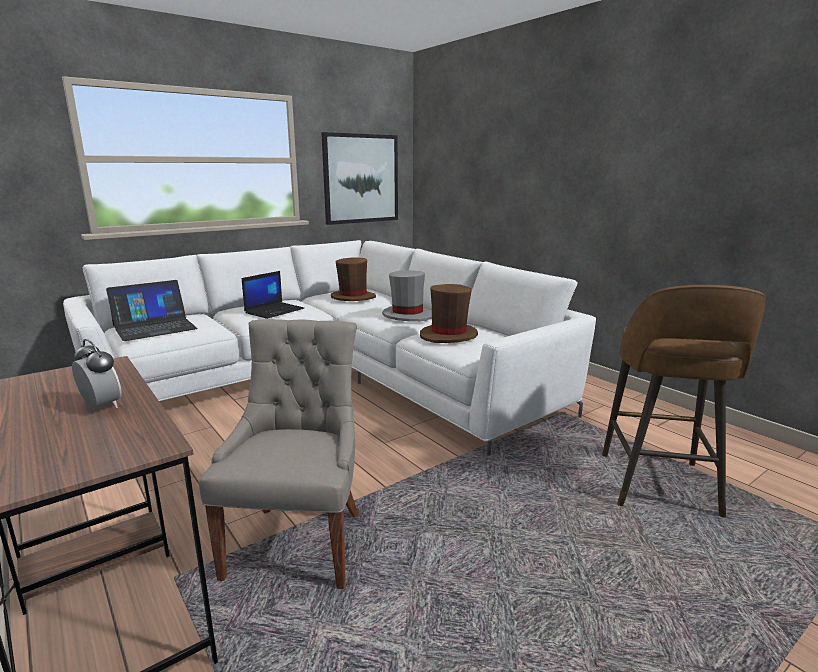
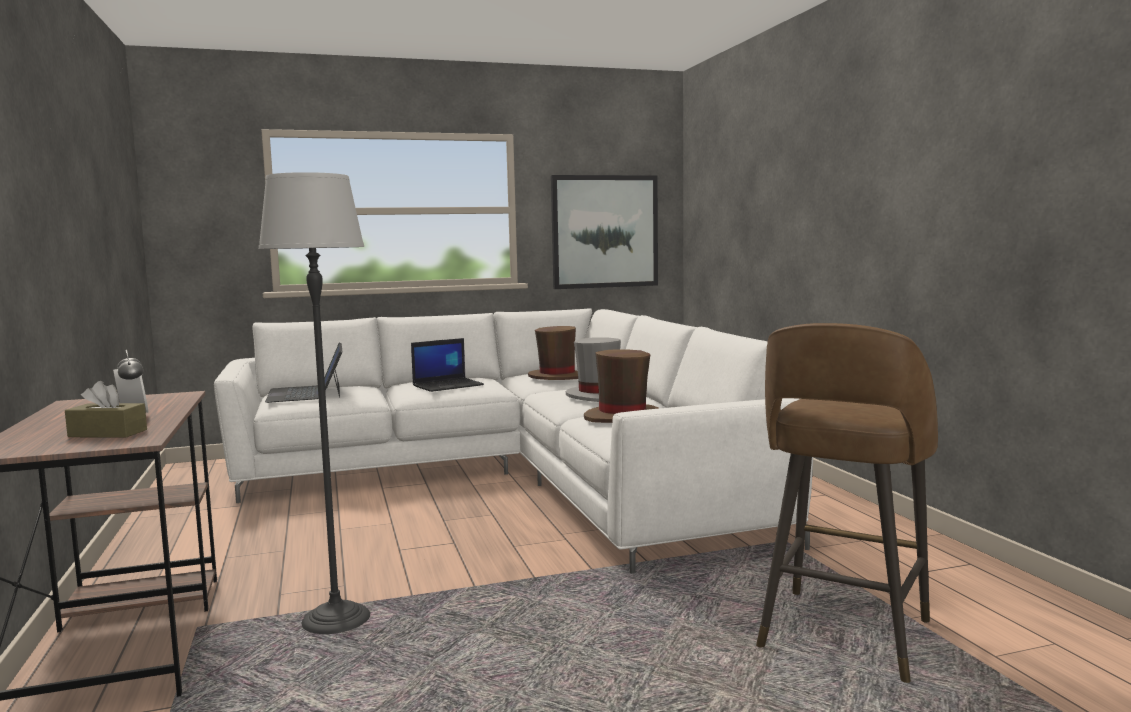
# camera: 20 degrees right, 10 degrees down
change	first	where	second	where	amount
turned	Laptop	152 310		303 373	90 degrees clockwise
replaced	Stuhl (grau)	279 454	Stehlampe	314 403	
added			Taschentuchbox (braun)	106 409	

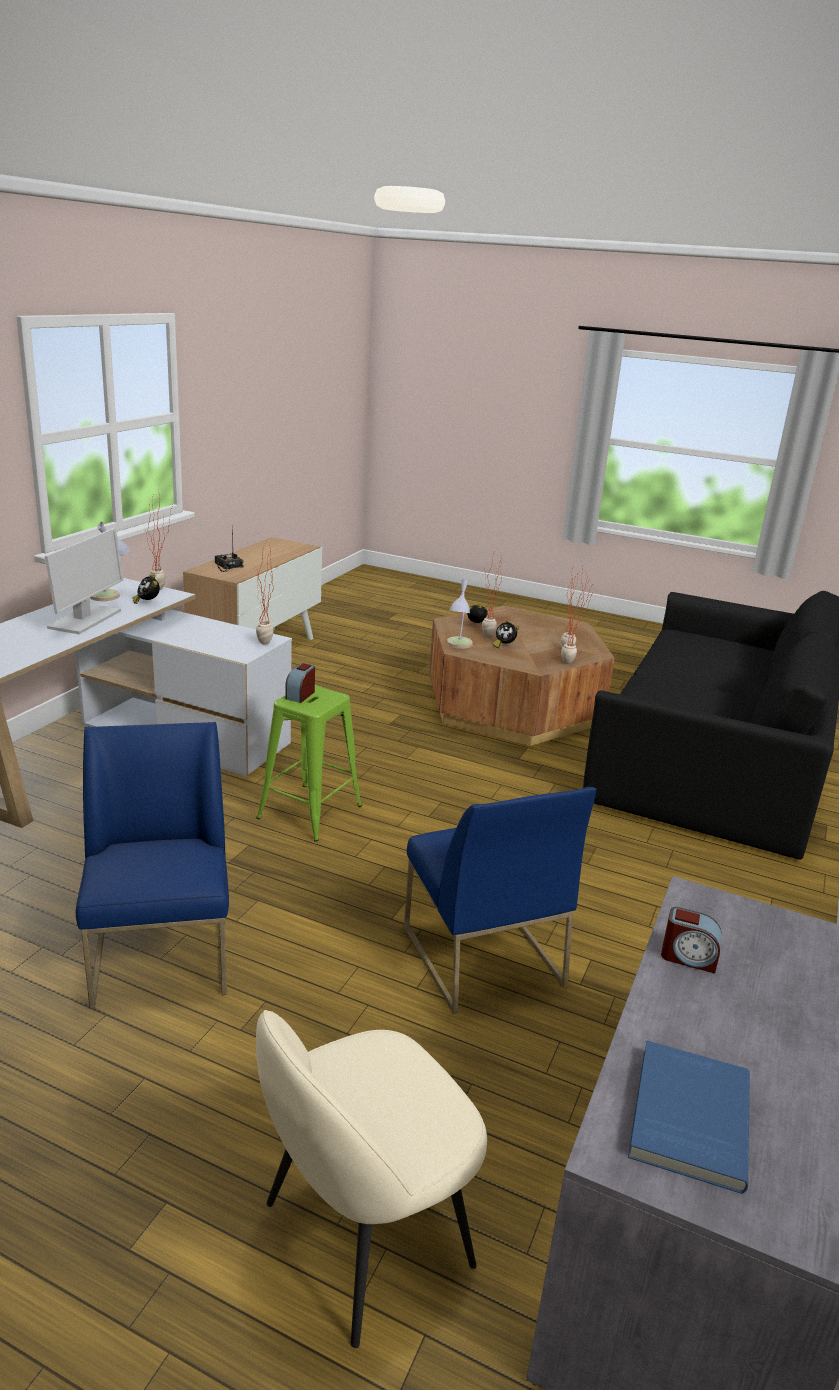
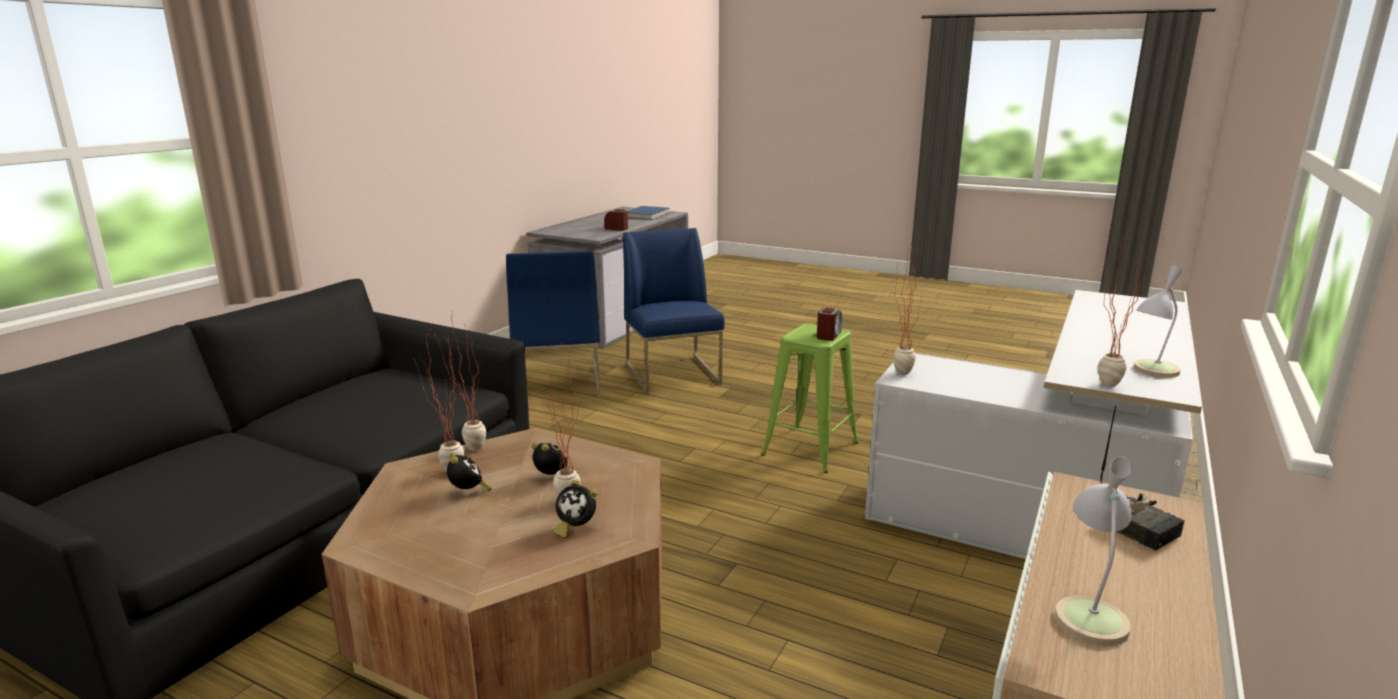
# camera: 175 degrees left, 5 degrees down
change	first	where	second	where	amount
removed	Monitor	84 581			
moved	Stuhl (blau)	152 865		553 324	
moved	Wecker	146 589		469 472	
removed	Stuhl (beige)	371 1179			
moved	Tischlampe	460 614		1093 551	

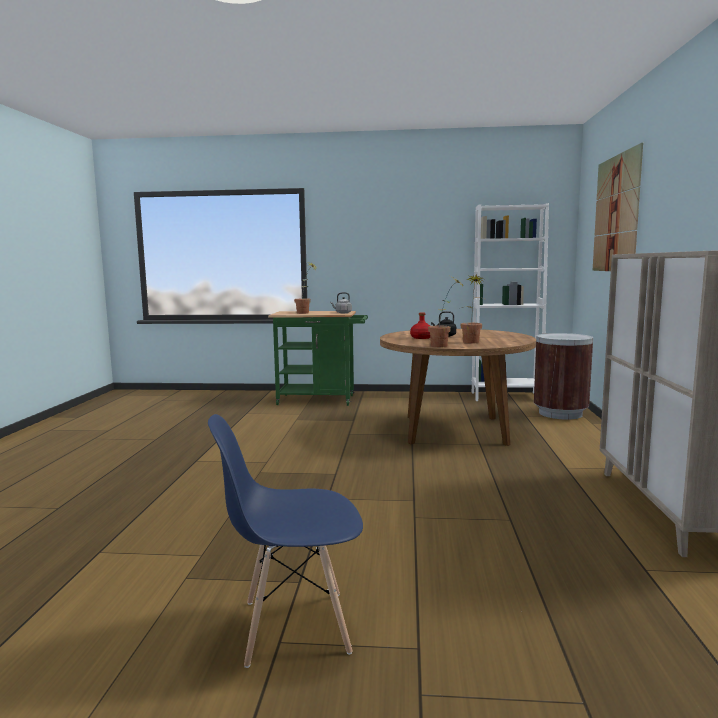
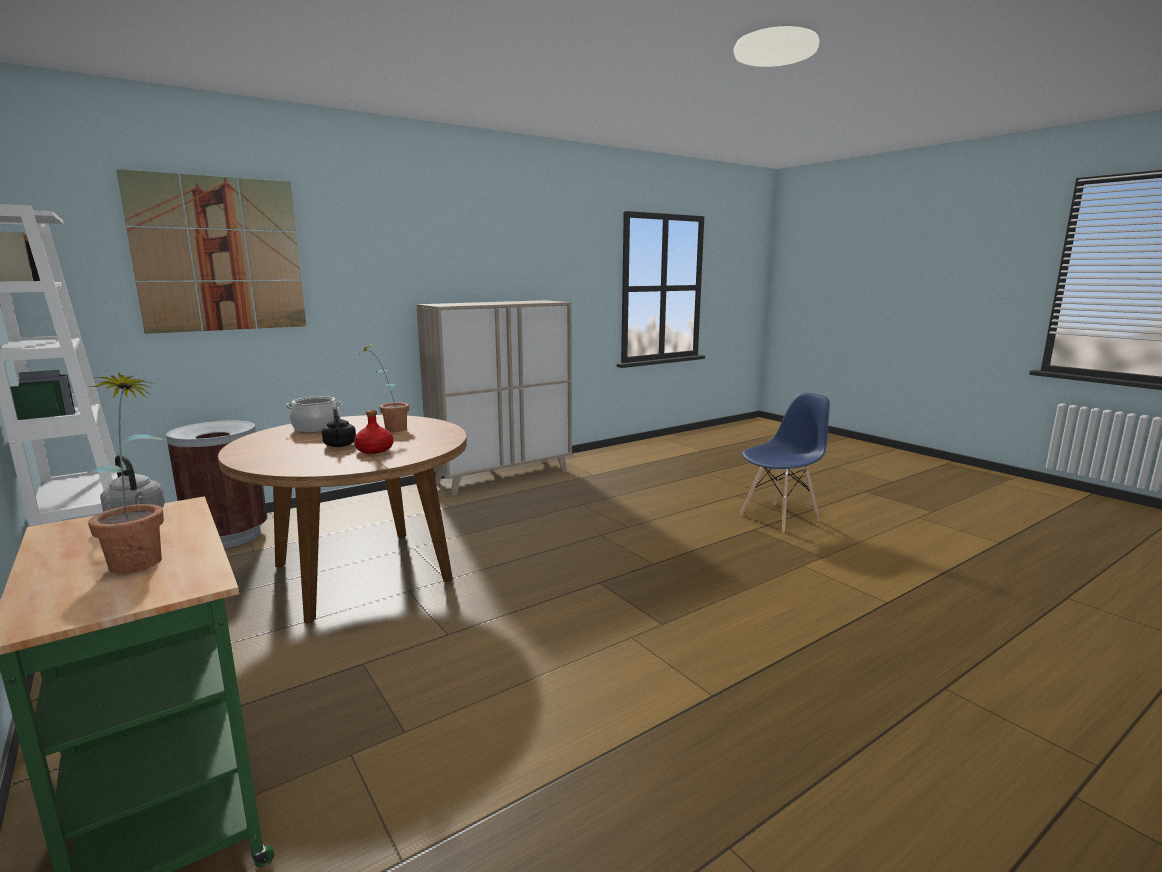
# camera: 130 degrees left, 5 degrees up
change	first	where	second	where	amount
turned	Stuhl (blau)	285 541		785 463	75 degrees counterclockwise
removed	Topfpflanze	445 312			
added			Kochtopf	314 414	

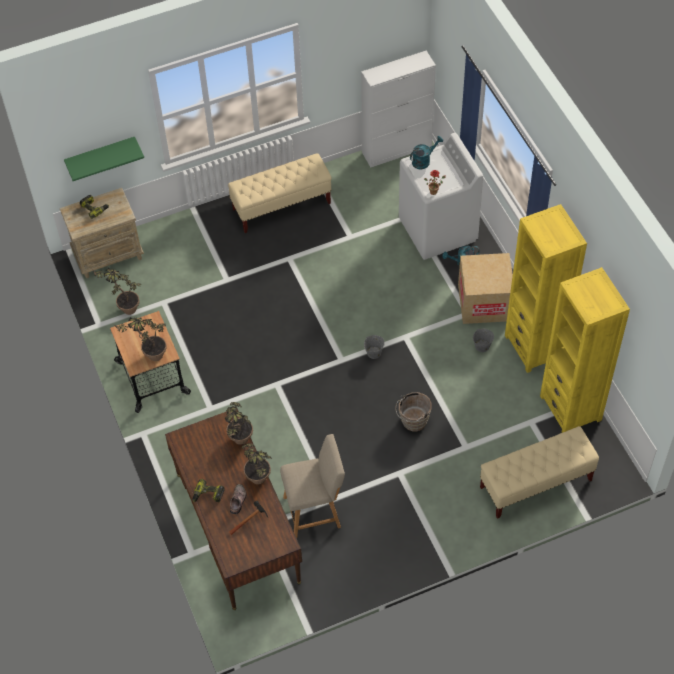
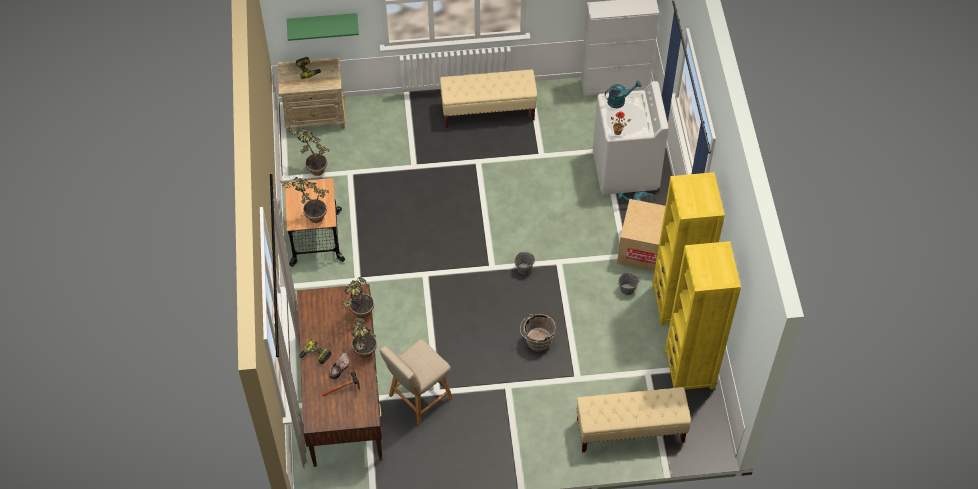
# camera: 15 degrees right, 0 degrees up
change	first	where	second	where	amount
turned	Stuhl (beige)	312 486		416 382	135 degrees clockwise

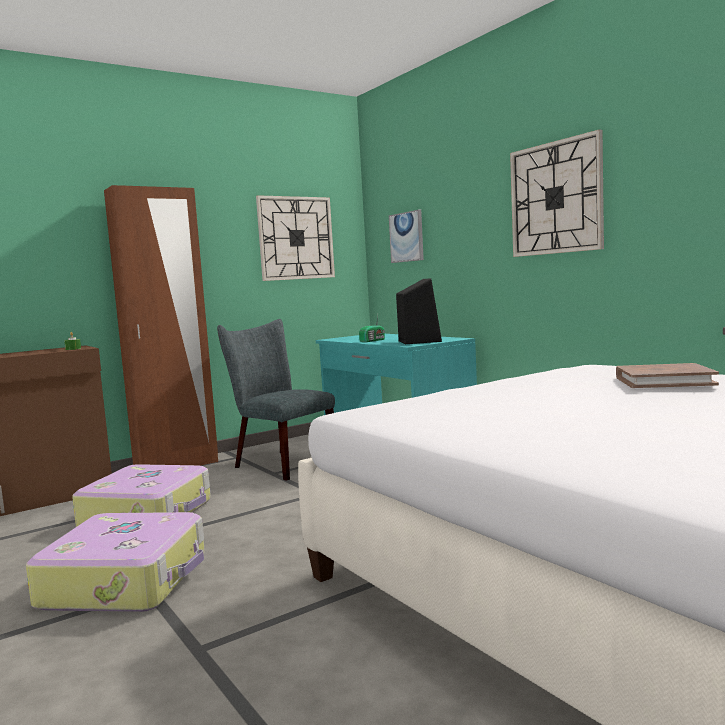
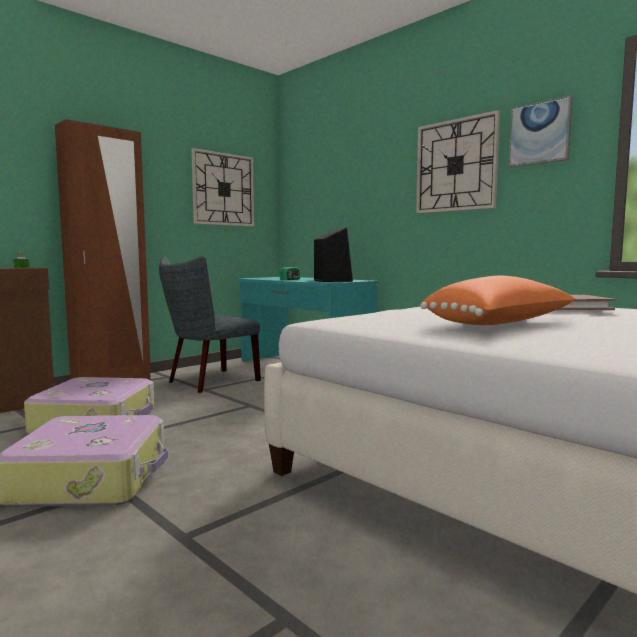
# camera: 10 degrees left, 0 degrees up
change	first	where	second	where	amount
turned	Stuhl (grau)	276 400		210 324	75 degrees counterclockwise
moved	Bild	406 236		540 131	
added			Kissen (orange)	498 300	

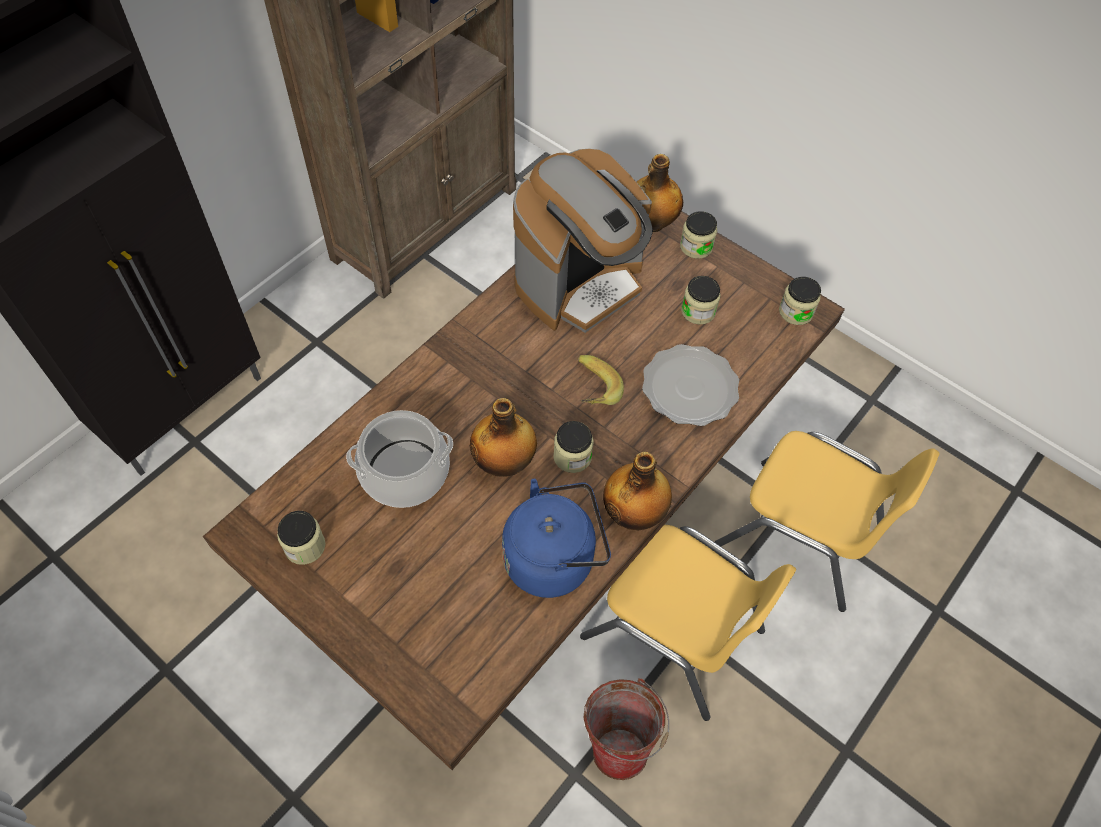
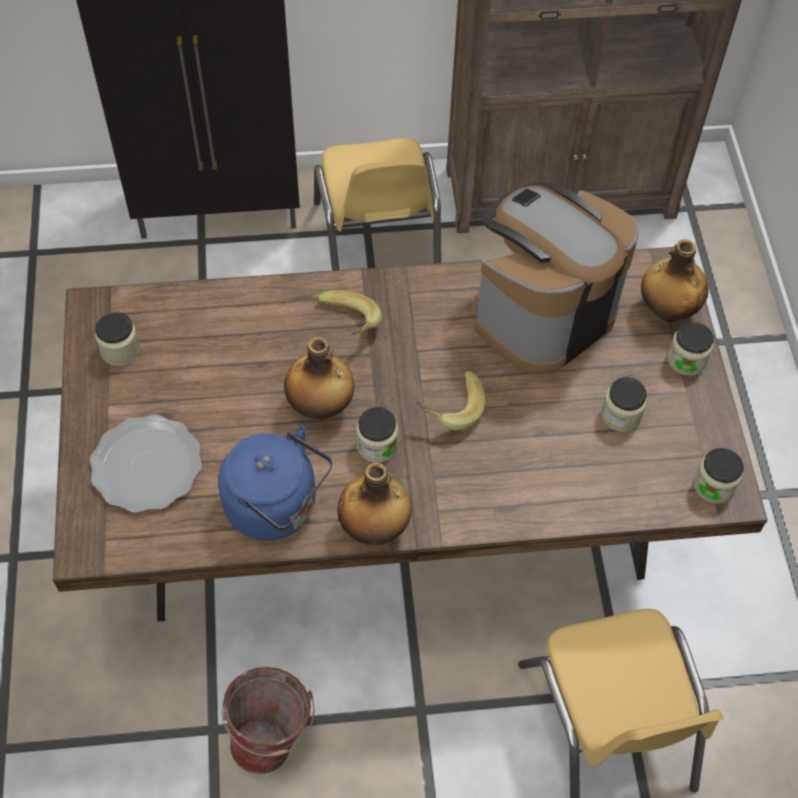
# camera: 45 degrees right, 0 degrees up
change	first	where	second	where	amount
removed	Kochtopf	399 459			
turned	Kaffeemaschine	583 241		556 278	135 degrees clockwise
moved	Stuhl (gelb)	688 623		377 204	
moved	Teller	690 385		146 464	
added			Banane	349 312	

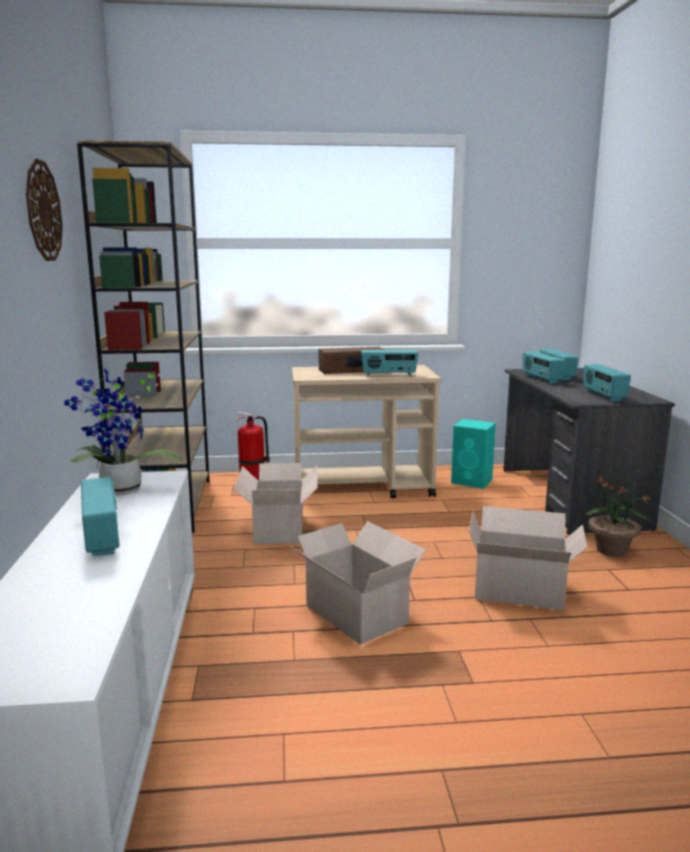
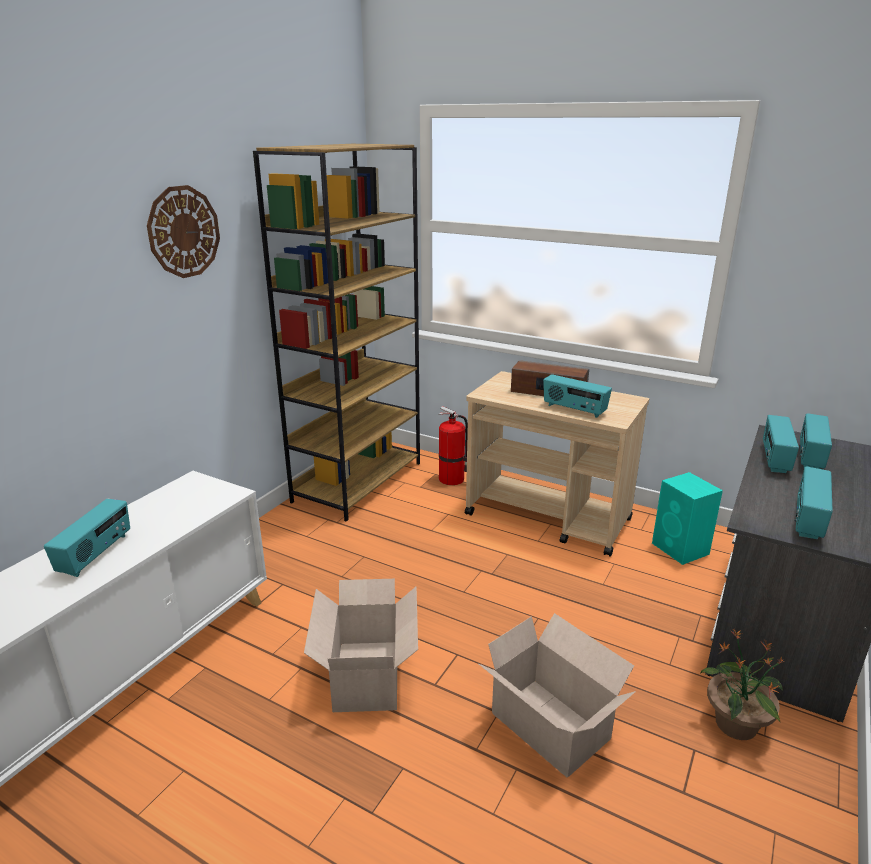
# camera: 35 degrees right, 10 degrees up
change	first	where	second	where	amount
removed	Topfpflanze	123 432			
removed	Karton	276 503			

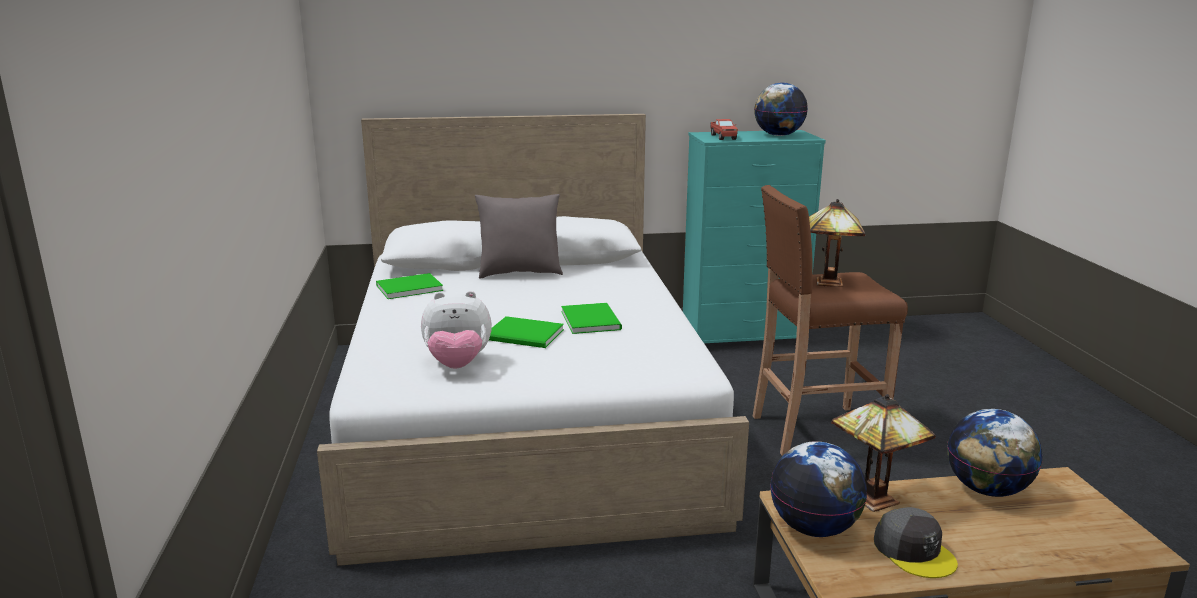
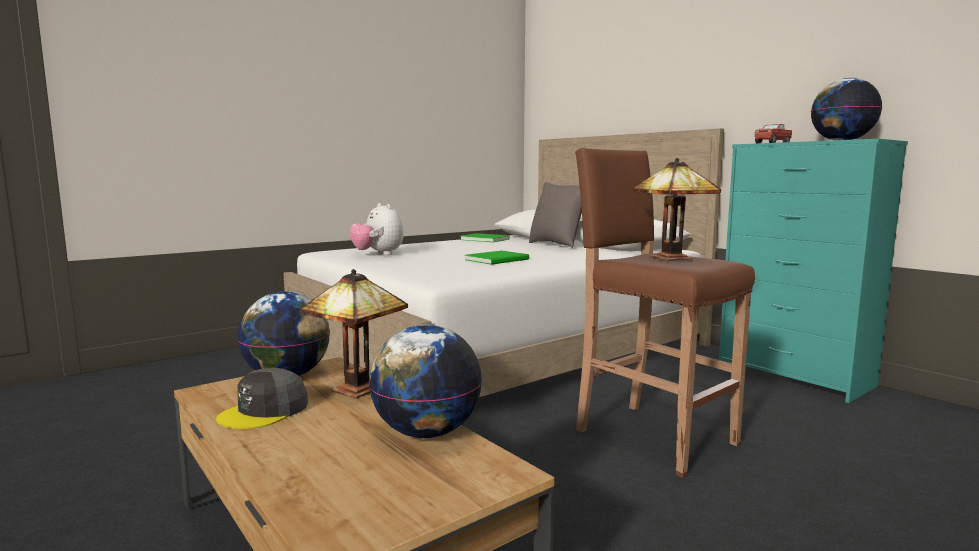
# camera: 60 degrees right, 10 degrees down
change	first	where	second	where	amount
removed	Buch (grün)	526 332			

